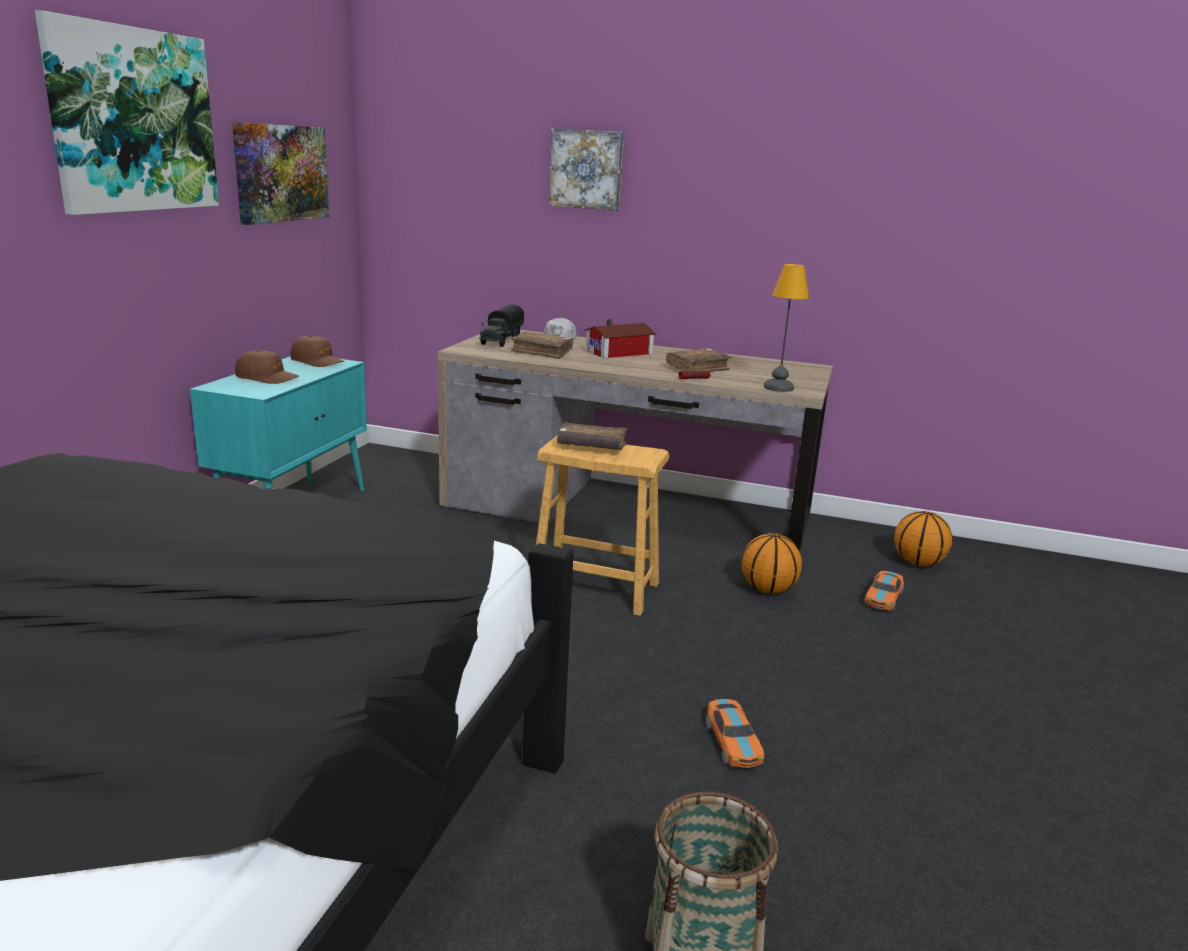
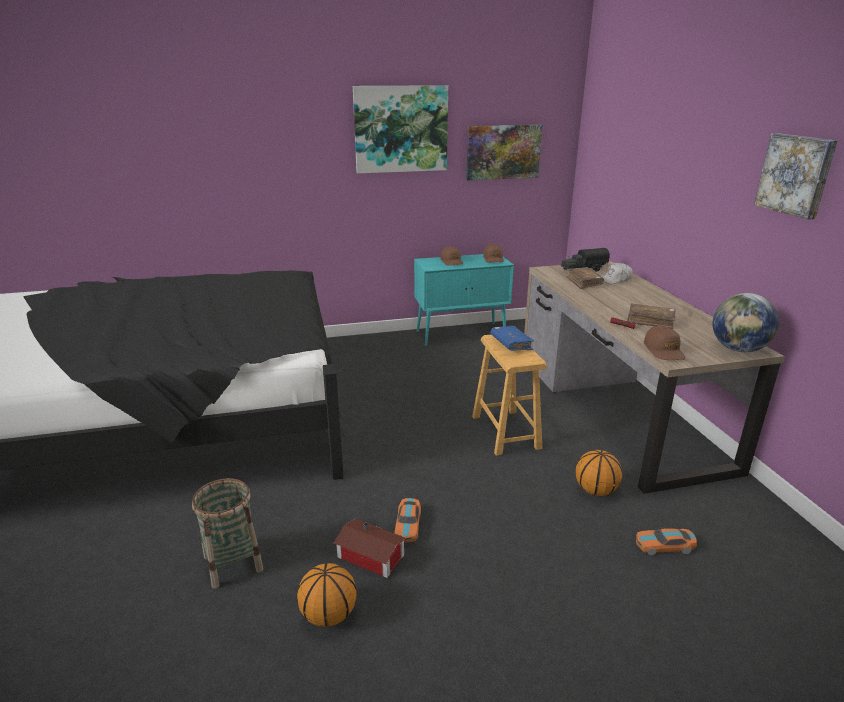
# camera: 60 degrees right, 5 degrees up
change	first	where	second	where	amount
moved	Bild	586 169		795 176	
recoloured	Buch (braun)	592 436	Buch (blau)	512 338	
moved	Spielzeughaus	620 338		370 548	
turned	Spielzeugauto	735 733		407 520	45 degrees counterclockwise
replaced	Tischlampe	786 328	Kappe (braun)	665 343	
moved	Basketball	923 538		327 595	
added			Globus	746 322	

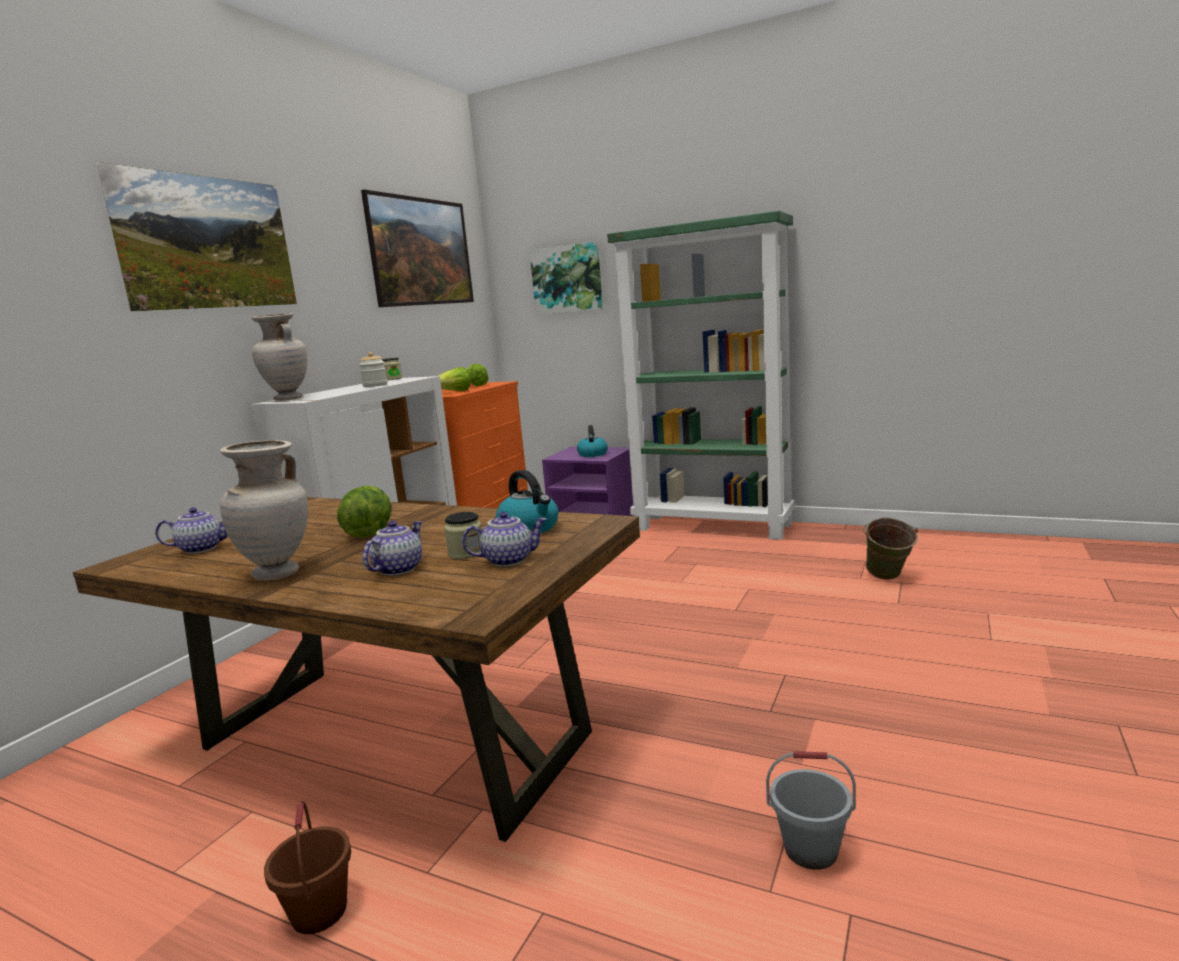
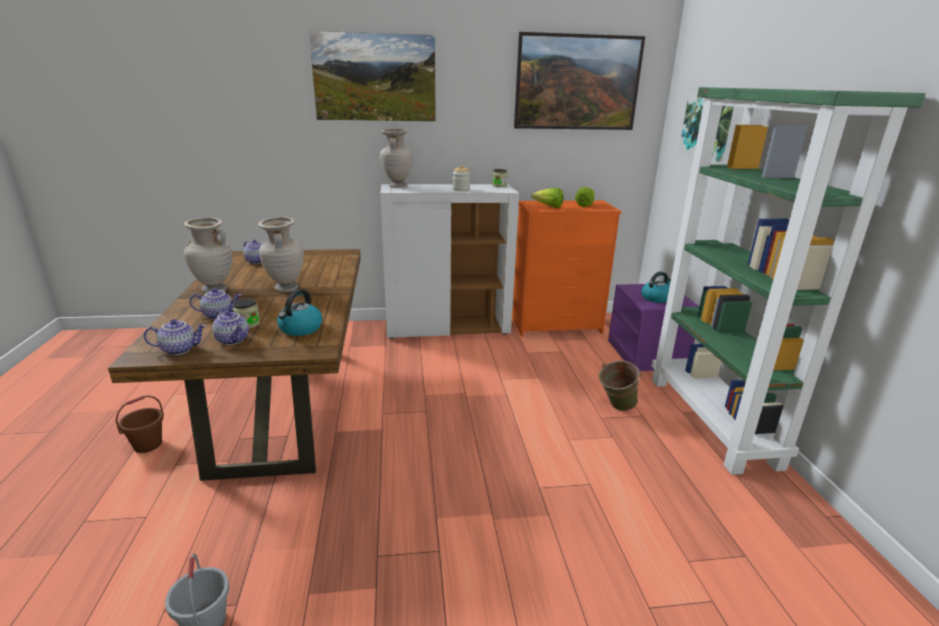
# camera: 55 degrees right, 10 degrees up
change	first	where	second	where	amount
replaced	Salatkopf	364 512	Vase (beige)	281 255	
moved	Eimer (grün)	890 549		620 386	
added			Teekanne	175 337	

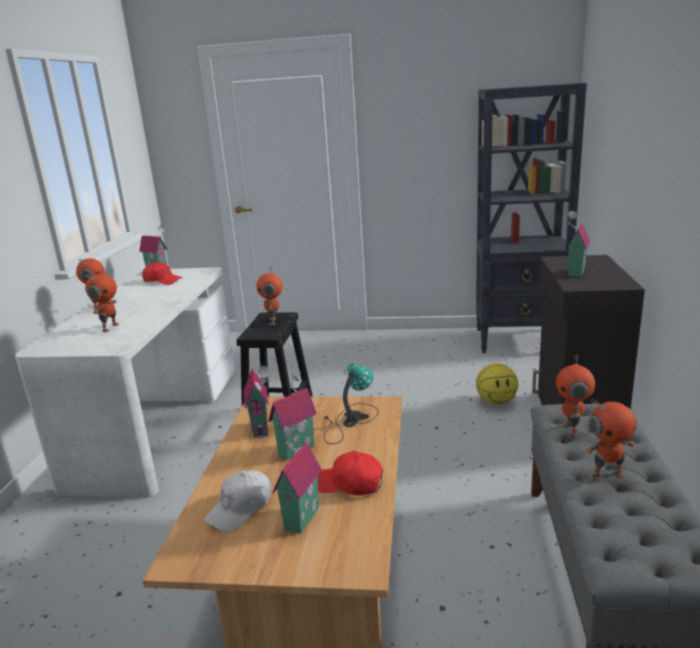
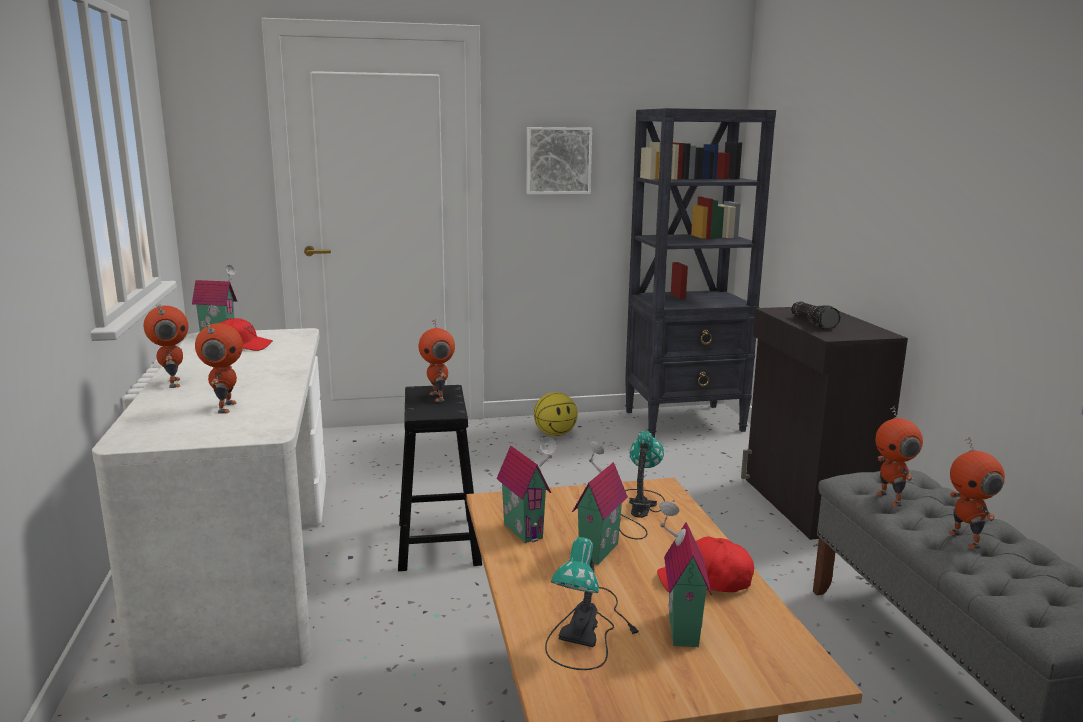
# camera: 20 degrees left, 5 degrees down
change	first	where	second	where	amount
replaced	Kappe (weiß)	238 501	Tischlampe	592 603	
moved	Basketball	497 384		556 414	
replaced	Spielzeughaus	578 244	Taschenlampe	816 315	
turned	Spielzeugroboter	611 439		976 492	105 degrees clockwise
added			Bild	559 160	

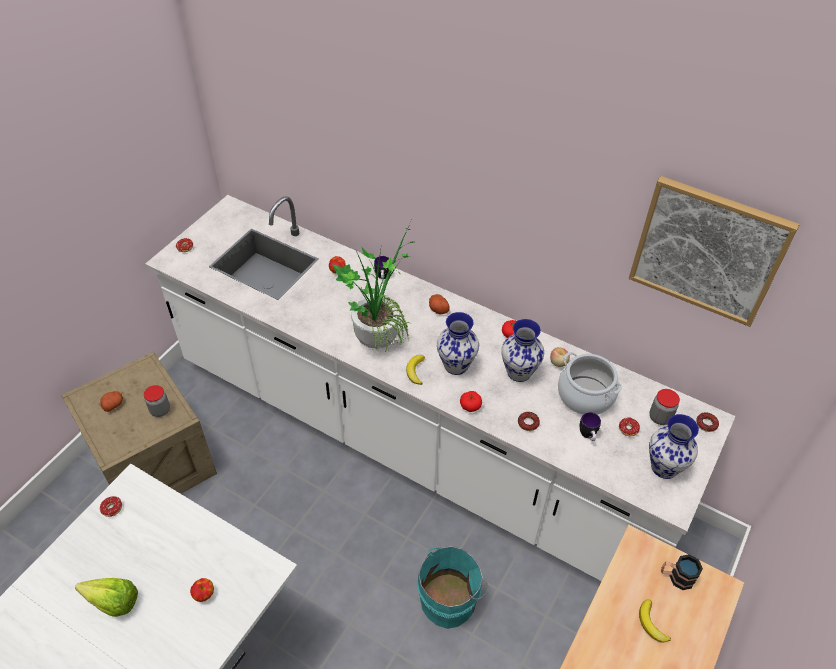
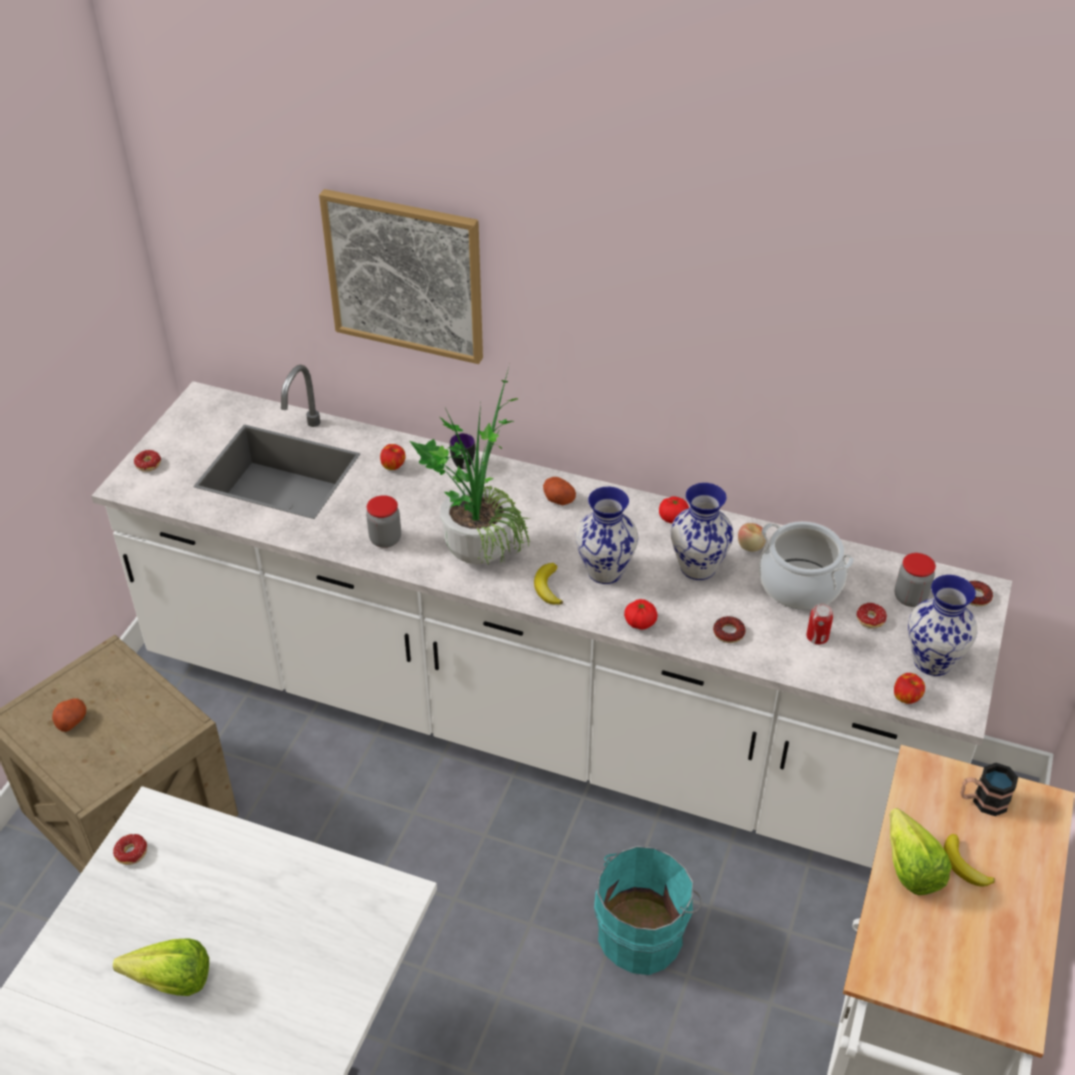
# camera: 10 degrees left, 5 degrees down
change	first	where	second	where	amount
moved	Vorratsglas	157 401		383 521	
moved	Apfel	202 590		909 688	
replaced	Henkelbecher	590 426	Dose	819 623	
moved	Bild	714 251		401 276	
added			Salatkopf	921 851	

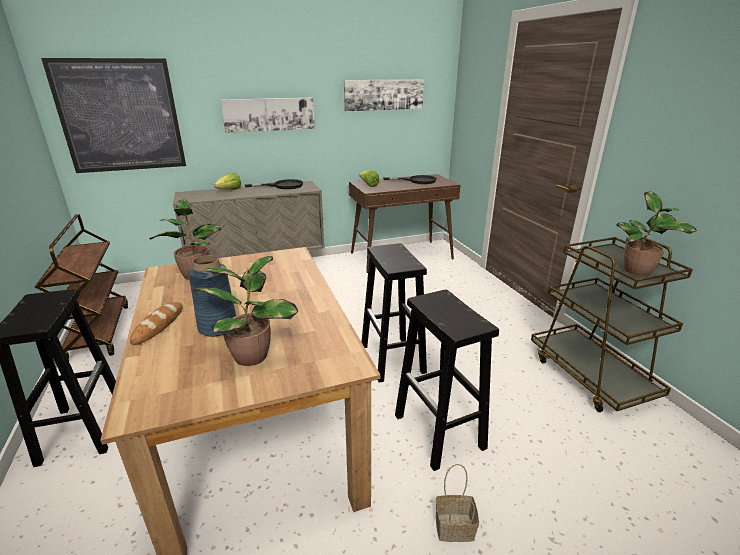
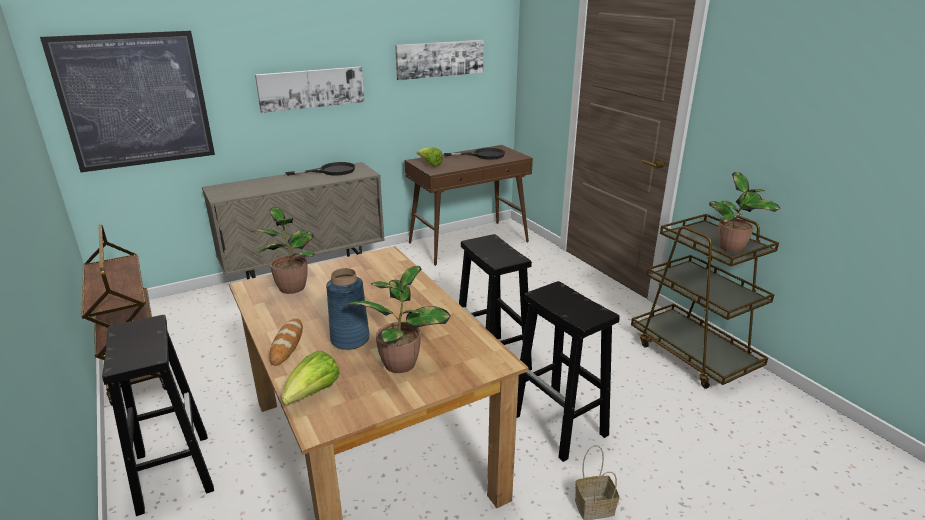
# camera: 10 degrees left, 0 degrees up
change	first	where	second	where	amount
moved	Salatkopf	227 181		311 378	

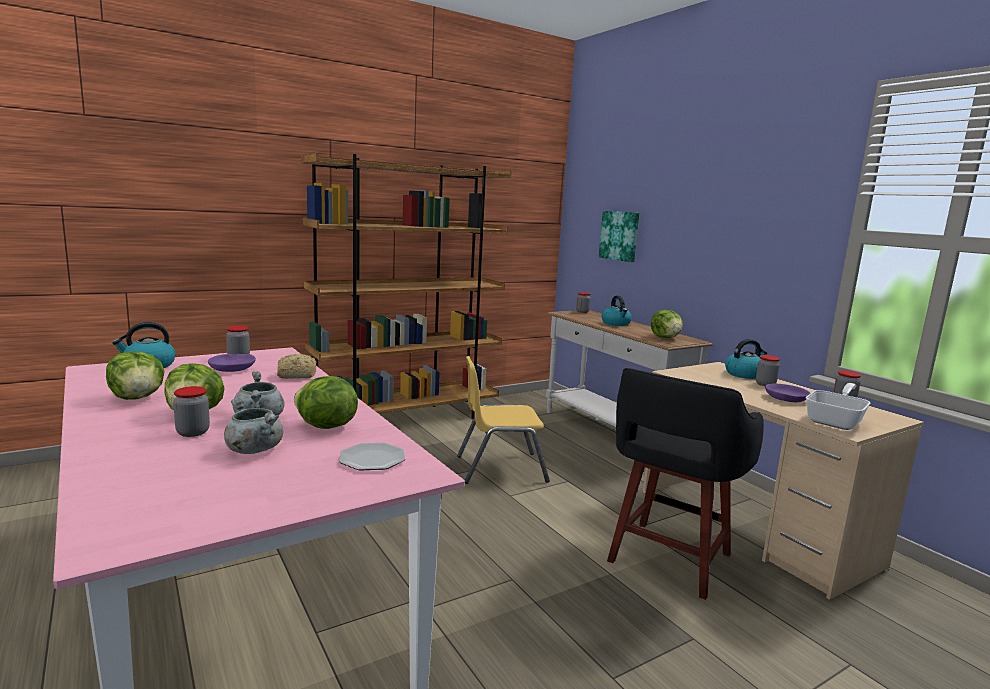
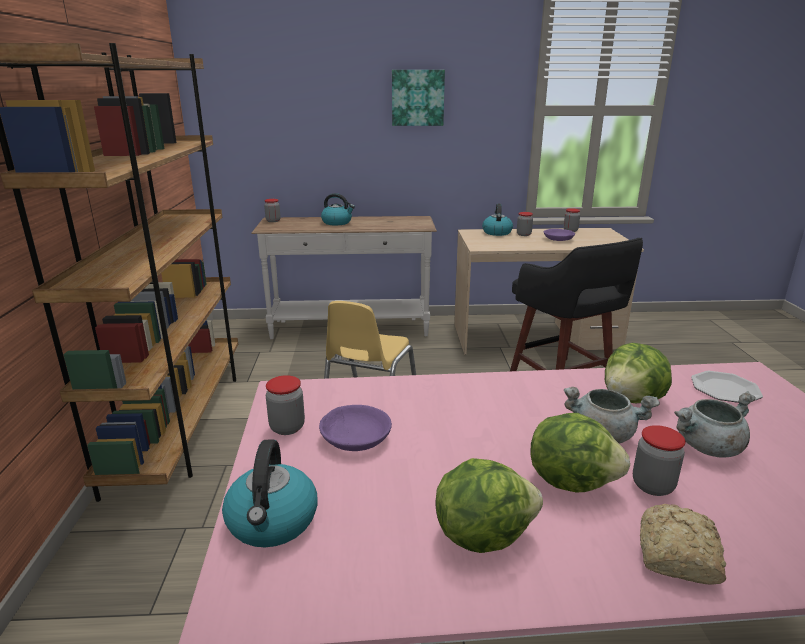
# camera: 60 degrees left, 10 degrees up
change	first	where	second	where	amount
moved	Brot	296 366		683 544	
moved	Bild	619 236		418 98	
removed	Salatkopf	667 324			
removed	Pfanne	838 406			

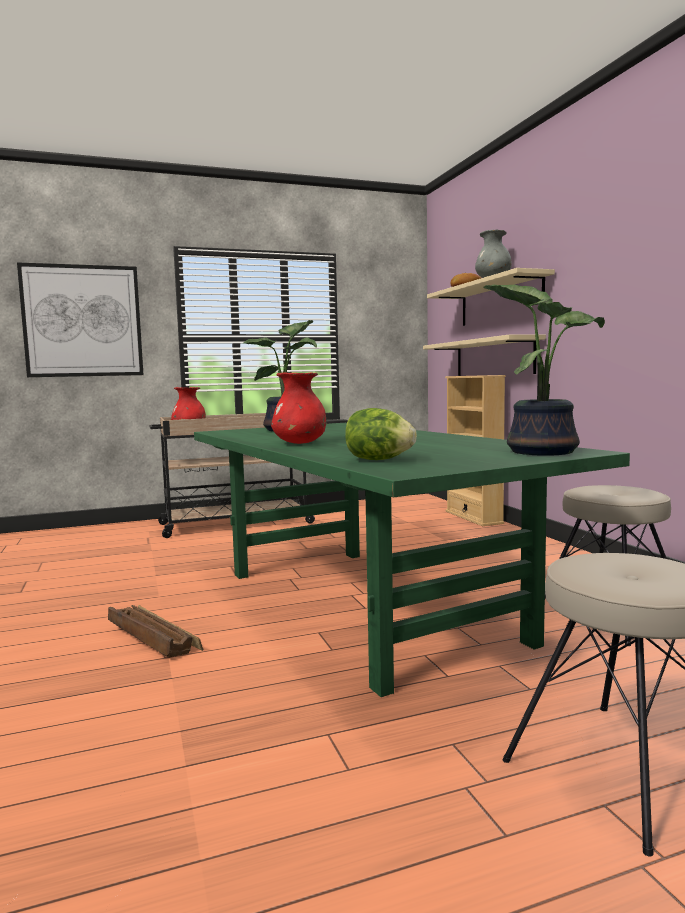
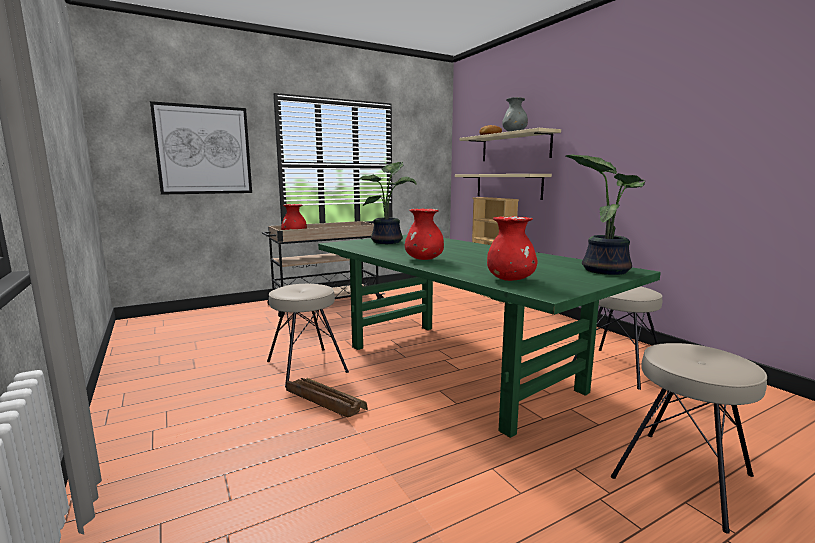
# camera: 10 degrees left, 5 degrees up
change	first	where	second	where	amount
replaced	Salatkopf	381 434	Vase (rot)	512 248	
added			Hocker (beige)	308 336	

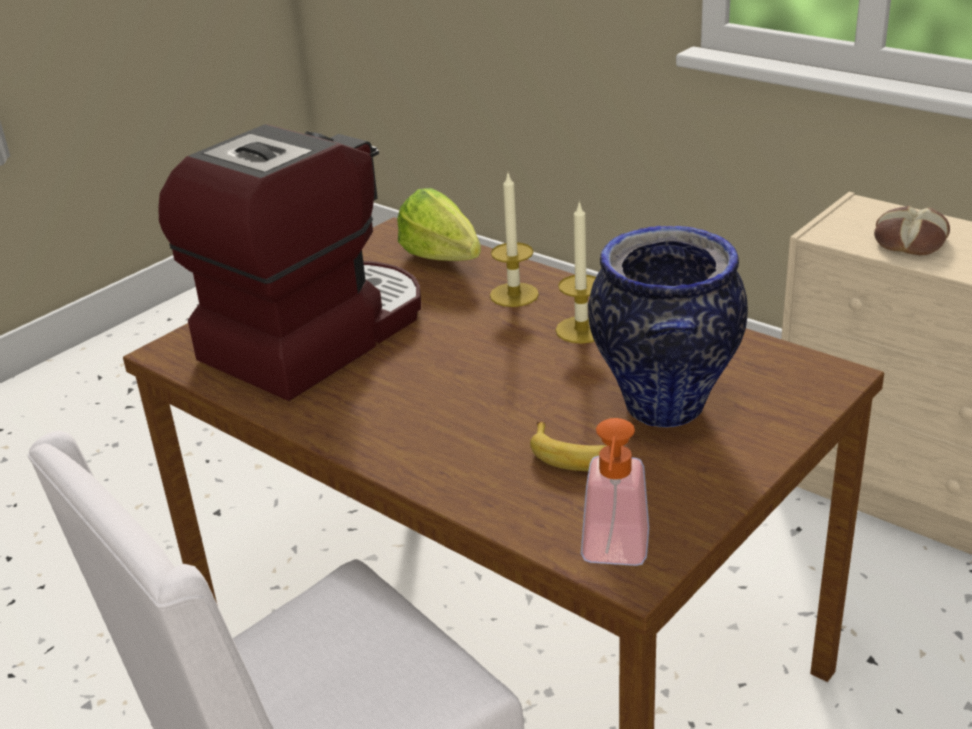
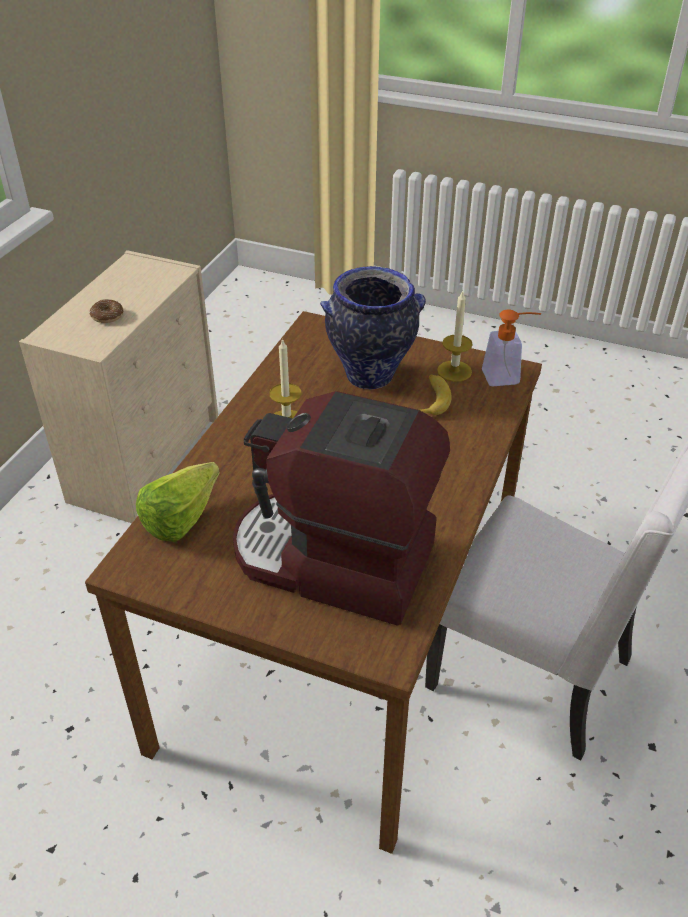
# camera: 110 degrees left, 10 degrees up
change	first	where	second	where	amount
moved	Kerze	514 240		455 336	
replaced	Brot	912 230	Donut	106 311	

